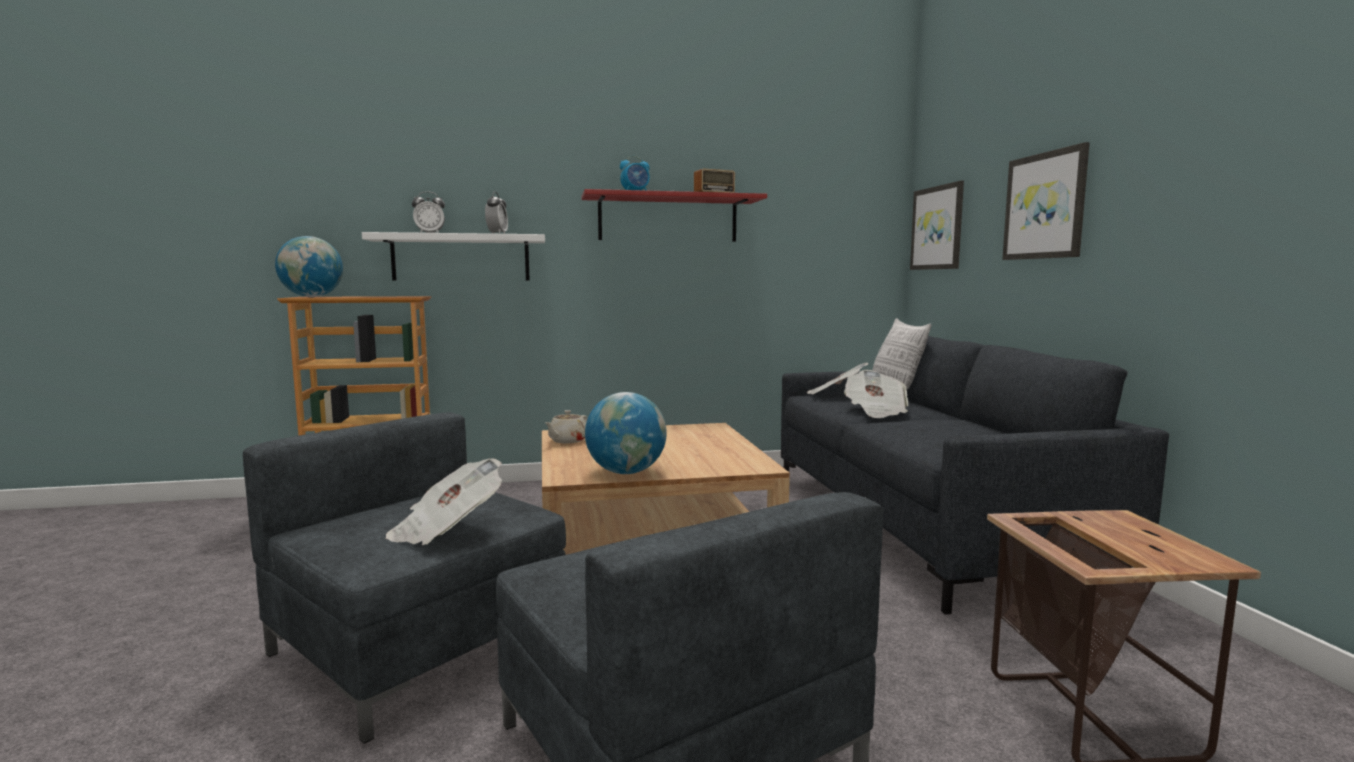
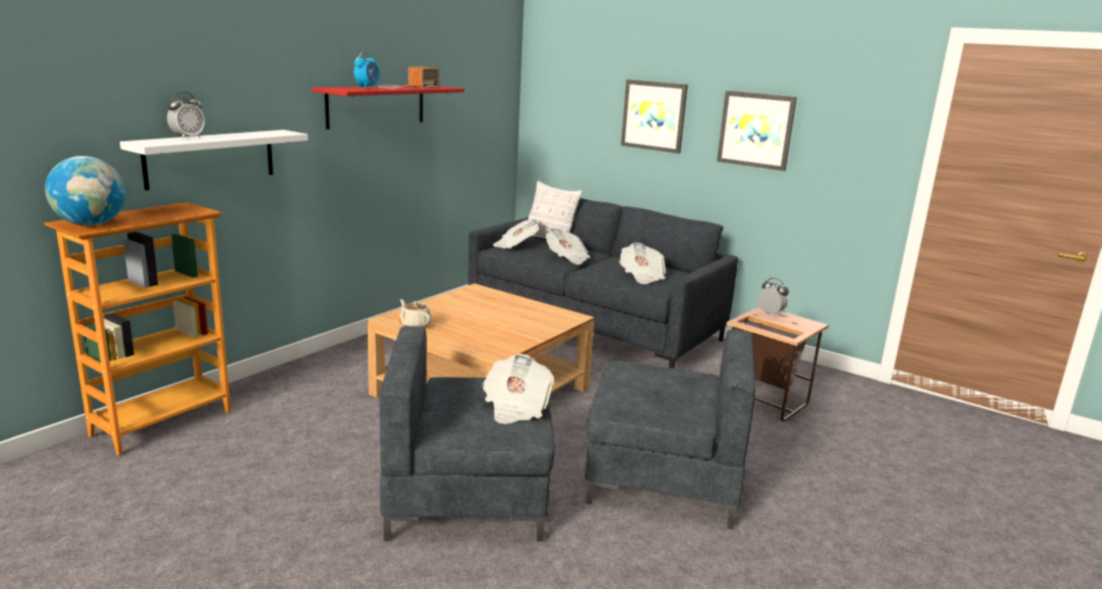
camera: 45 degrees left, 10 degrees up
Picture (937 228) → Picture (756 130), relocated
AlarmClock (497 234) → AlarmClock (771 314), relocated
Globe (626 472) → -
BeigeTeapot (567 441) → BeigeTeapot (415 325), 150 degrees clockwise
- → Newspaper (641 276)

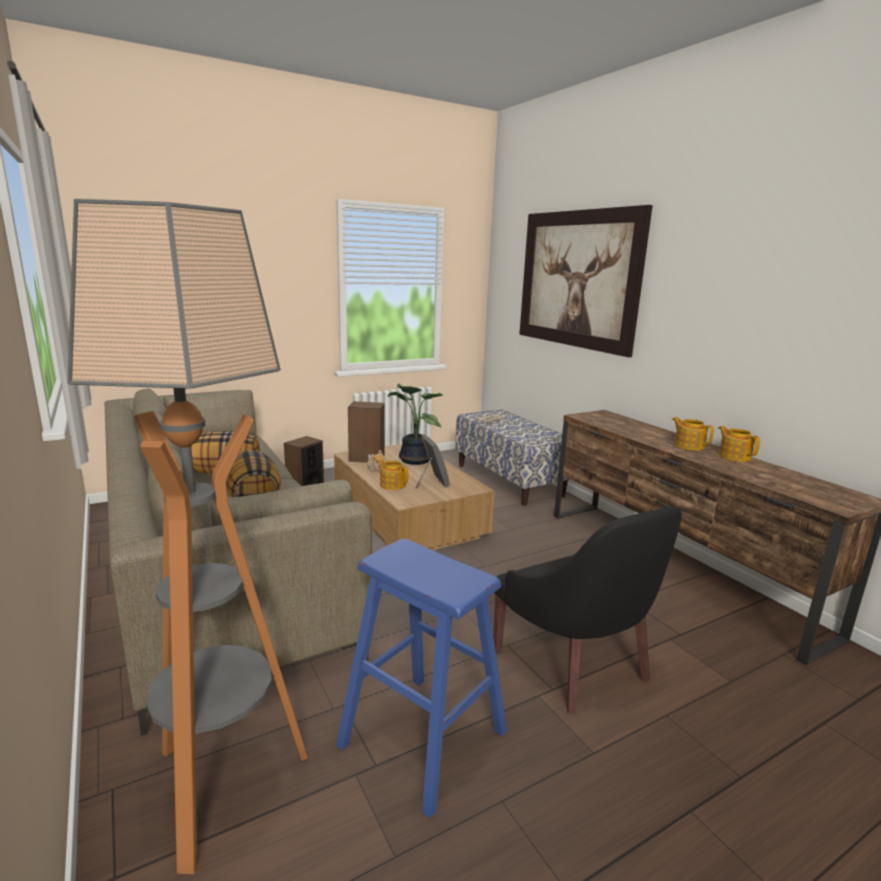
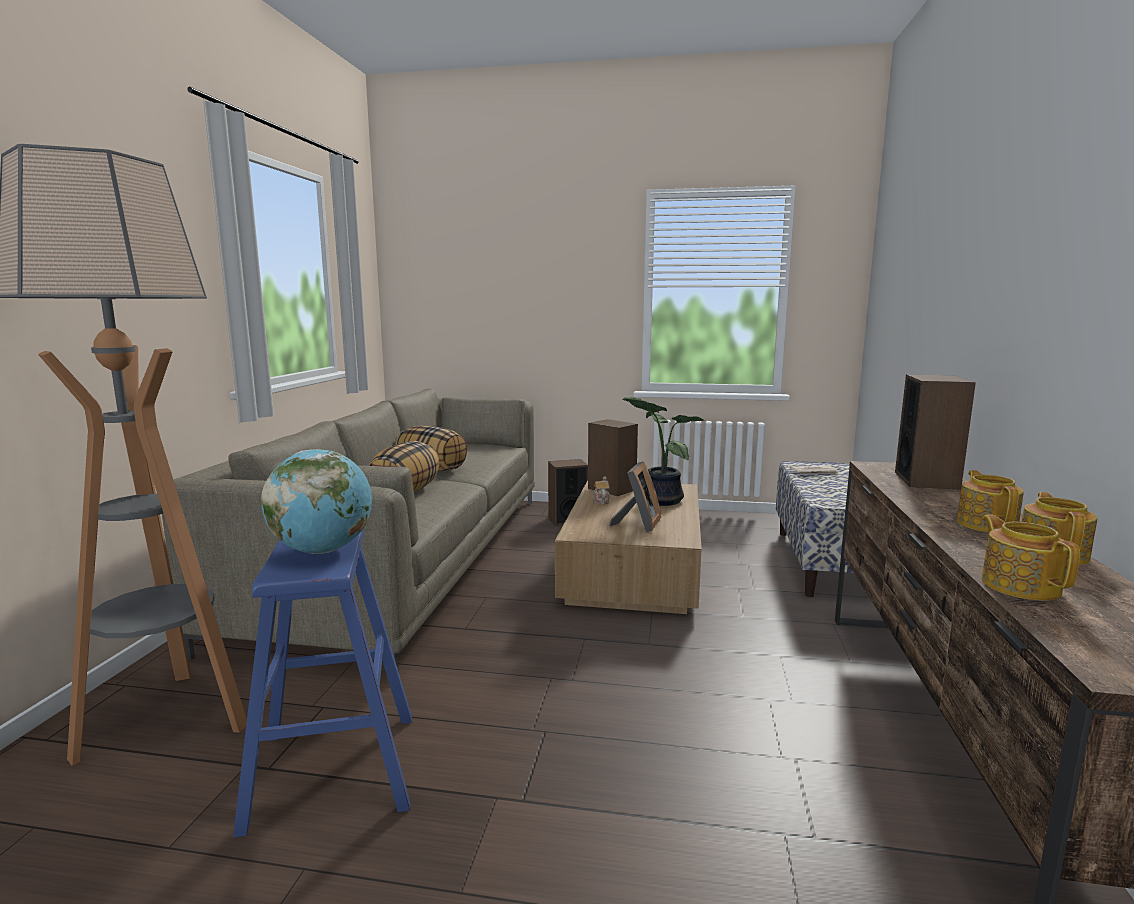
camera: 40 degrees right, 5 degrees down
Picture (577 279) → -
Teapot (392 485) → Teapot (1019 585), relocated
BlackArmchair (577 664) → -
- → Speaker (926 480)
- → Globe (322 550)

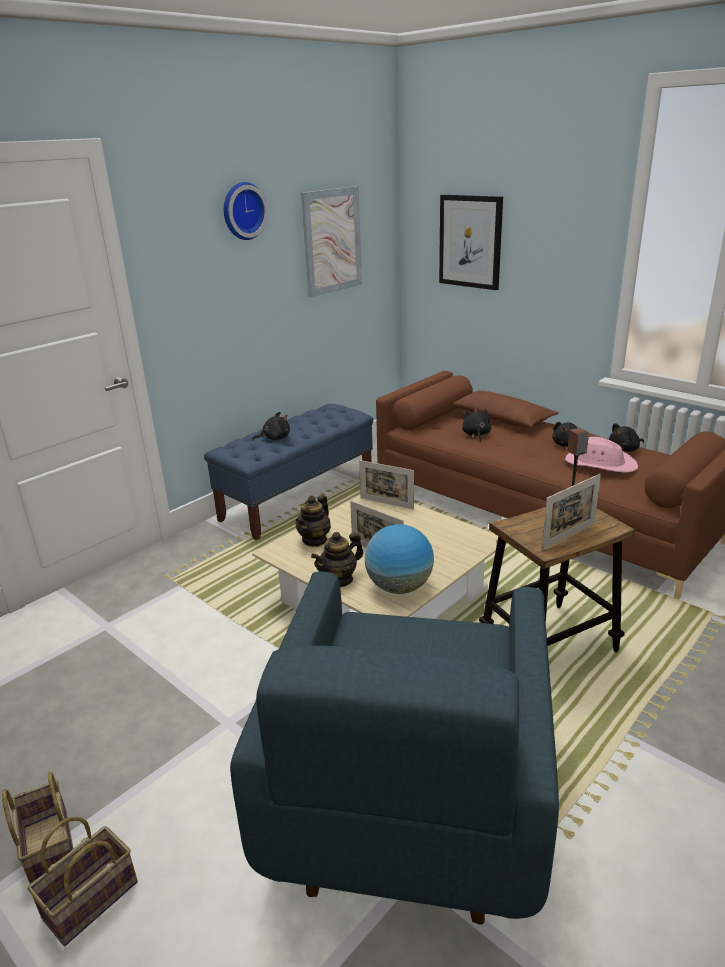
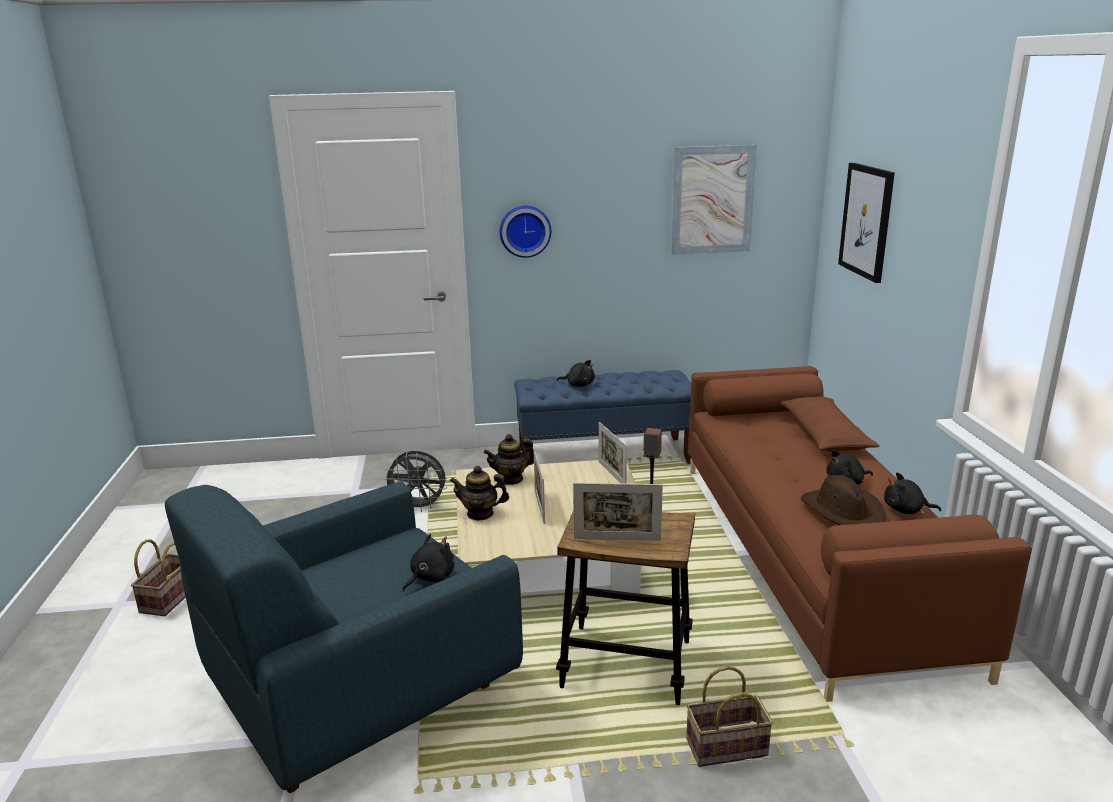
camera: 40 degrees right, 5 degrees down
WallClock (242 211) → WallClock (525 230), relocated
BlackPlushToy (476 434) → BlackPlushToy (430 578), relocated
PinkHat (600 463) → BrownHat (843 511)
Globe (399 587) → -
Basket (89 902) → Basket (725 749), relocated
- → GreyFan (419 507)

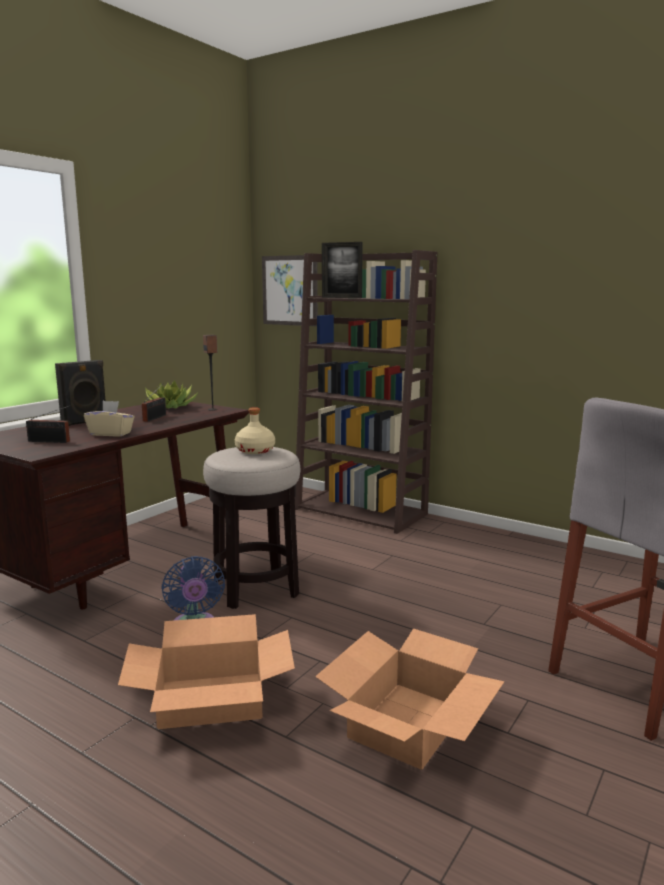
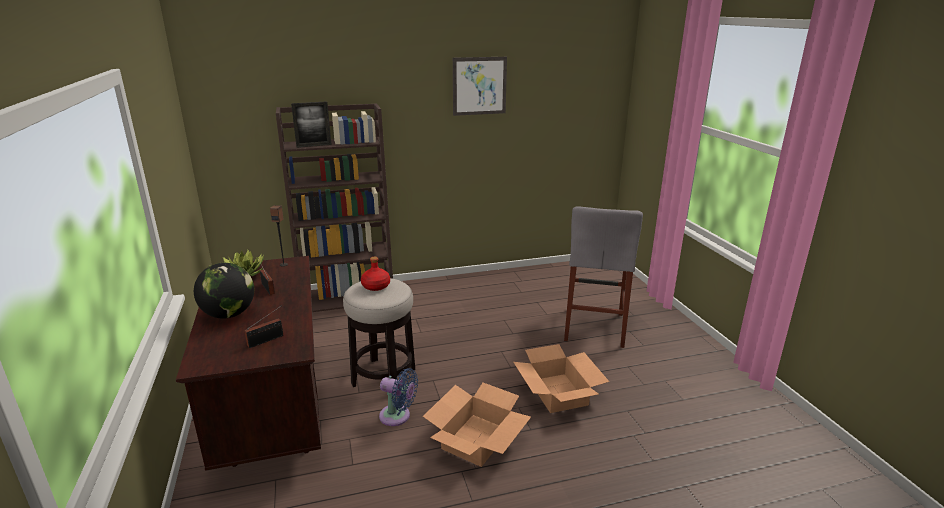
camera: 50 degrees left, 10 degrees up
Picture (289 290) → Picture (479 86), relocated
BlackSpeaker (85 422) → Globe (229 314)
BeigeTissueBox (111 434) → -
BeigeBottle (255 451) → RedBottle (376 286)

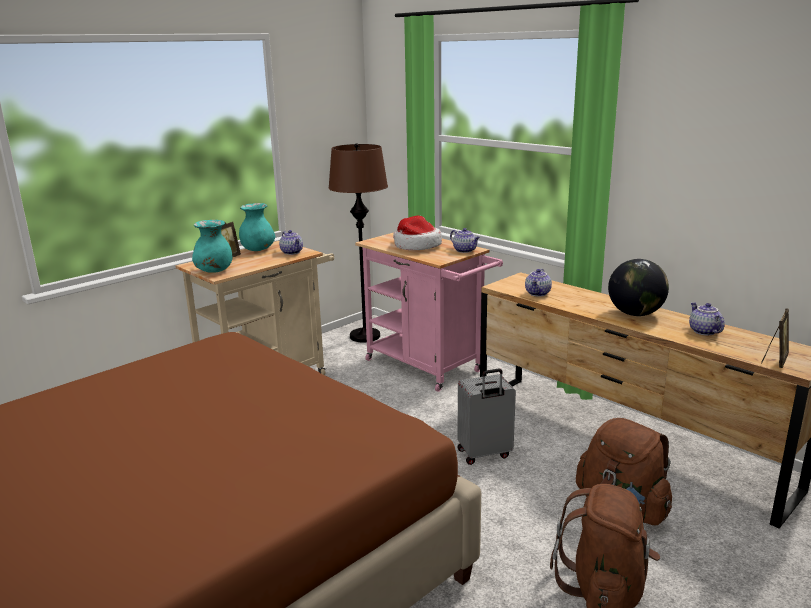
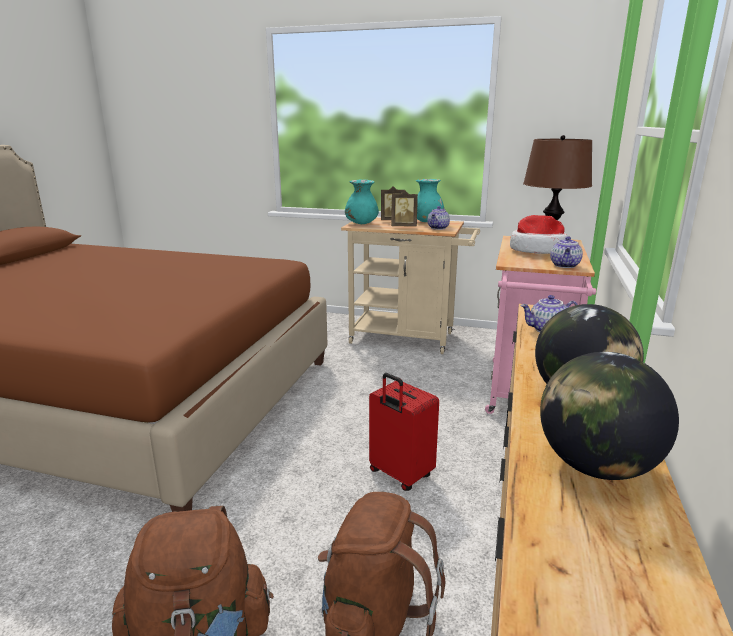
camera: 60 degrees right, 0 degrees up
Teapot (703 331) → Globe (596 466)
PictureFrame (774 361) → PictureFrame (404 226), relocated
GreySuitcase (484 454) → RedSuitcase (399 475)

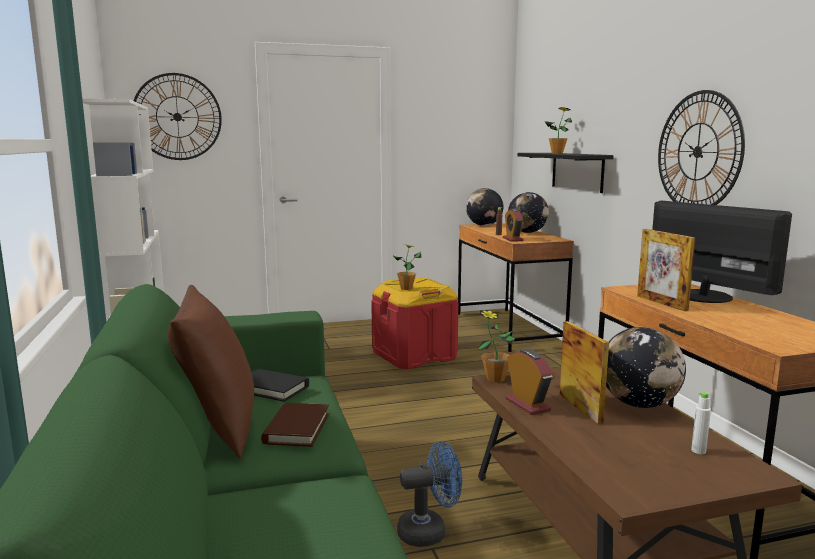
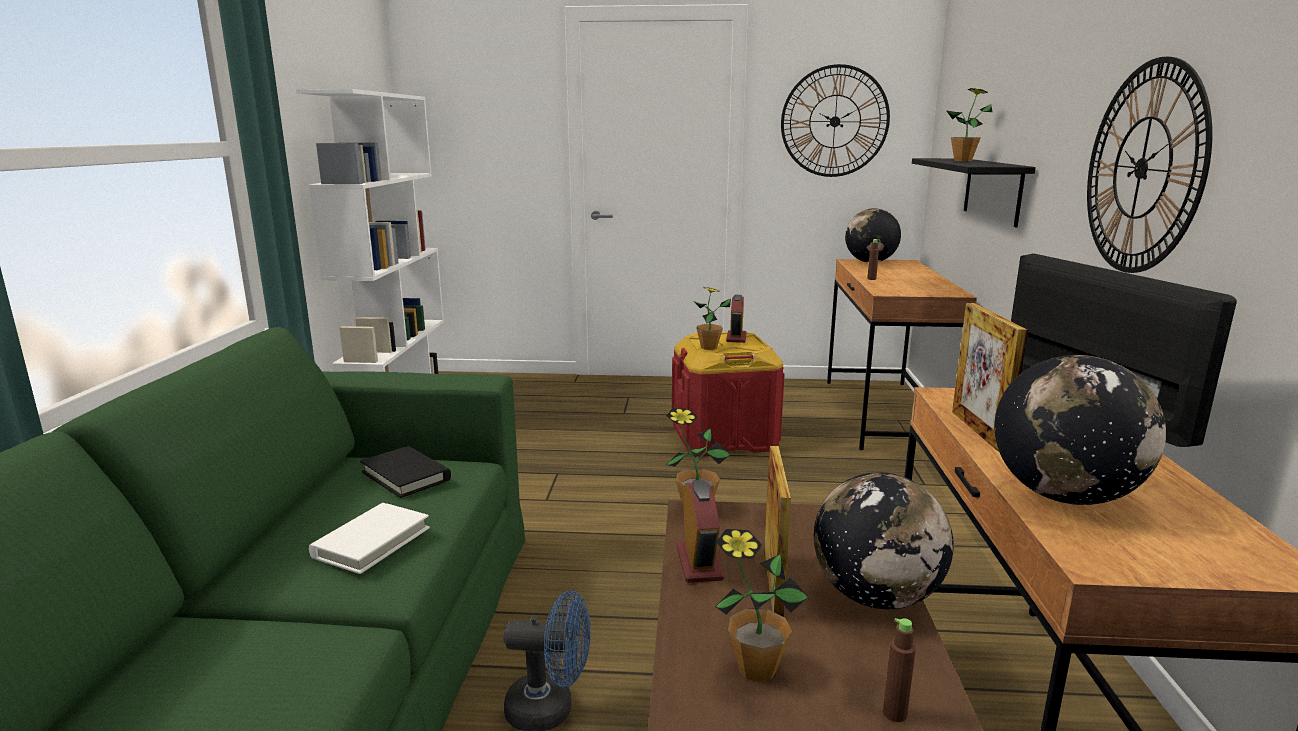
camera: 20 degrees right, 5 degrees up
WallClock (177 117) → WallClock (834 121), relocated
Globe (527 232) → Globe (1064 496), relocated
AlarmClock (512 239) → AlarmClock (736 338), relocated
BrownPillow (218 427) → -
WhiteBottle (698 451) → BrownBottle (894 713)
BrownBook (297 428) → WhiteBook (372 542)
- → PottedPlant (756 669)

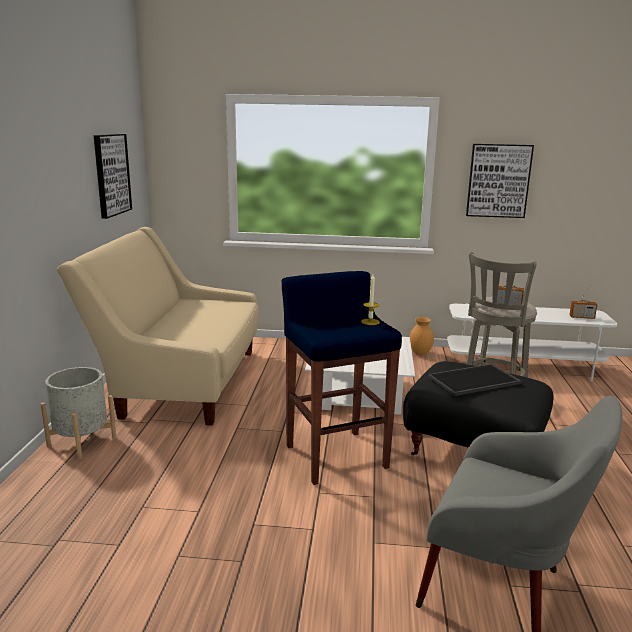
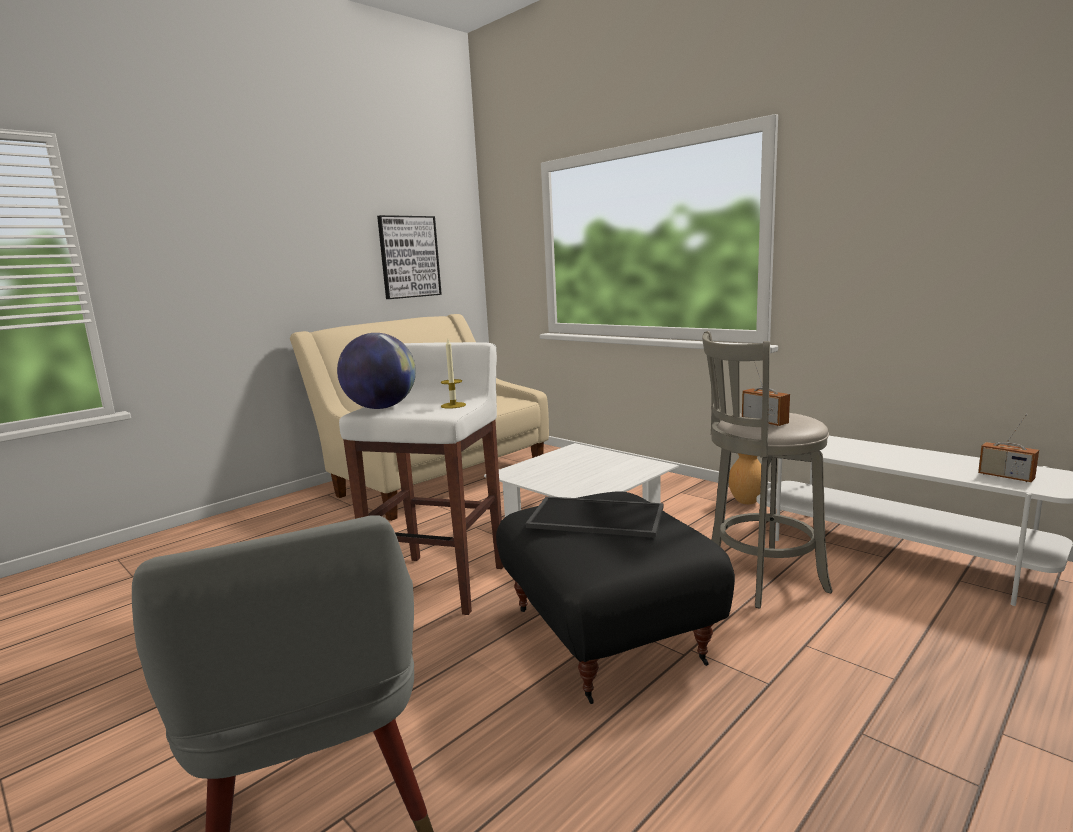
camera: 40 degrees right, 5 degrees down
Picture (498 181) → -
BlueStool (335 456) → WhiteStool (440 583)
GreyPlanter (82 442) → -
- → Globe (381 407)

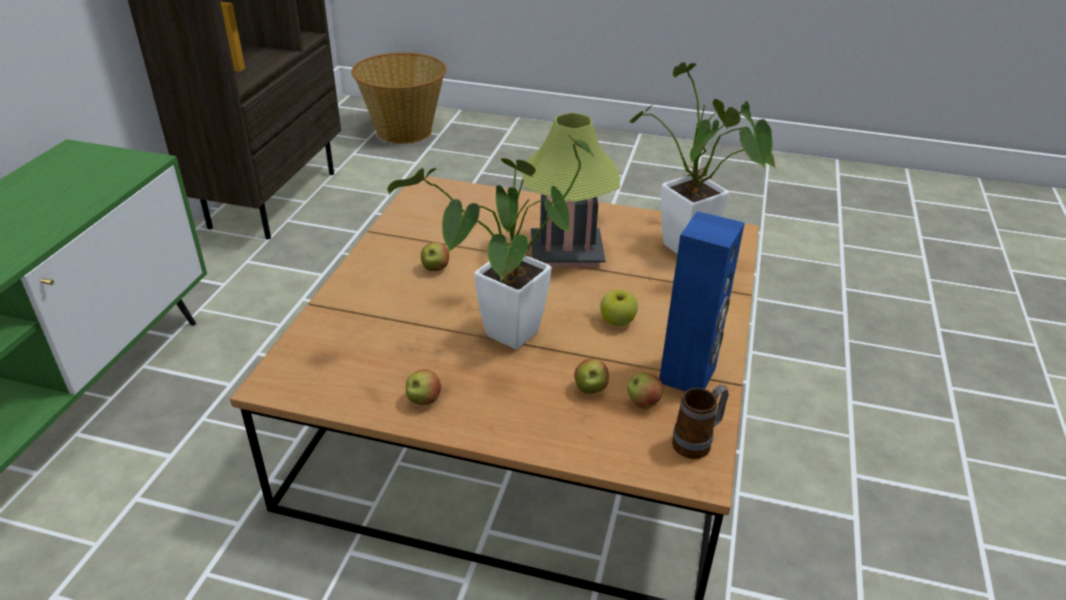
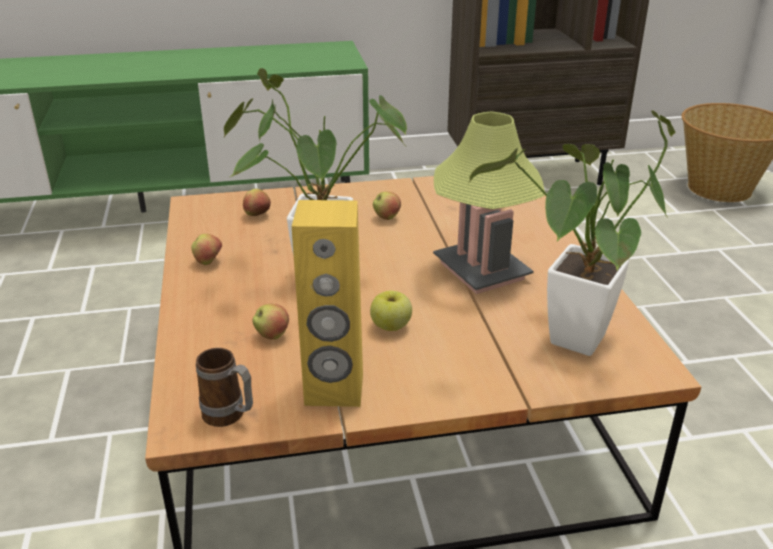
camera: 65 degrees right, 5 degrees down
BlueSpeaker (688 375) → YellowSpeaker (334 390)
Apple (643 403) → Apple (257 215), relocated

